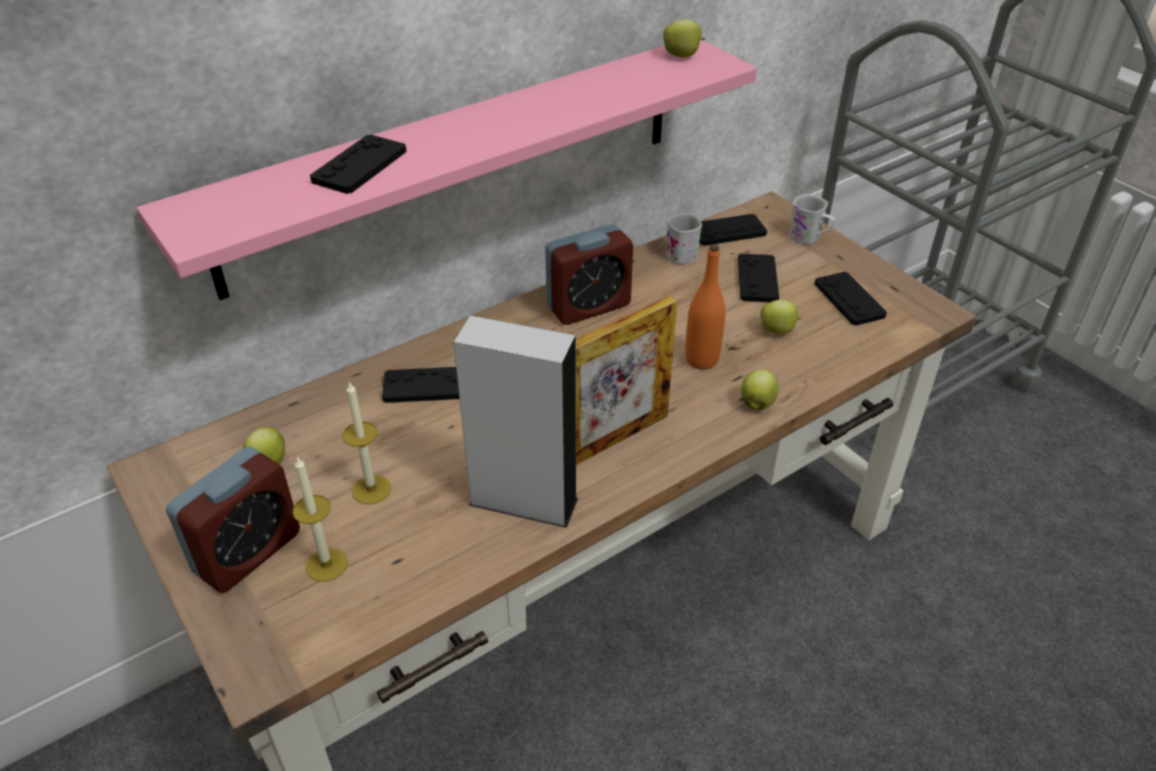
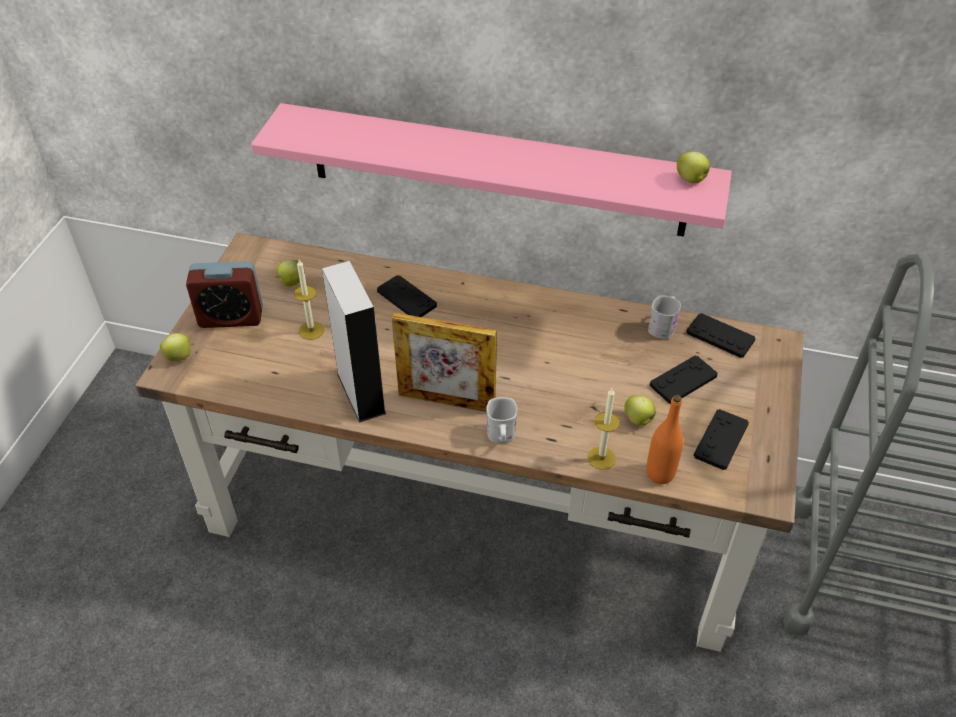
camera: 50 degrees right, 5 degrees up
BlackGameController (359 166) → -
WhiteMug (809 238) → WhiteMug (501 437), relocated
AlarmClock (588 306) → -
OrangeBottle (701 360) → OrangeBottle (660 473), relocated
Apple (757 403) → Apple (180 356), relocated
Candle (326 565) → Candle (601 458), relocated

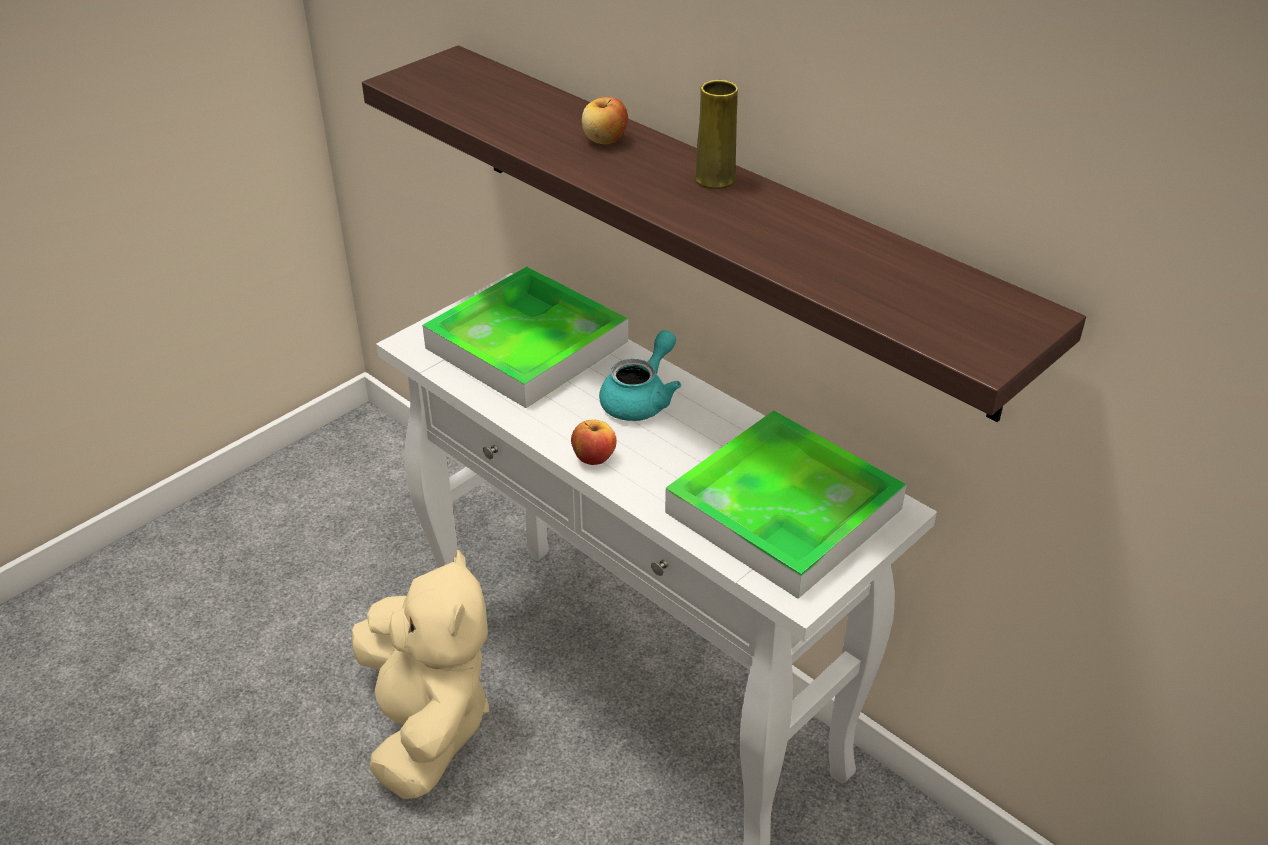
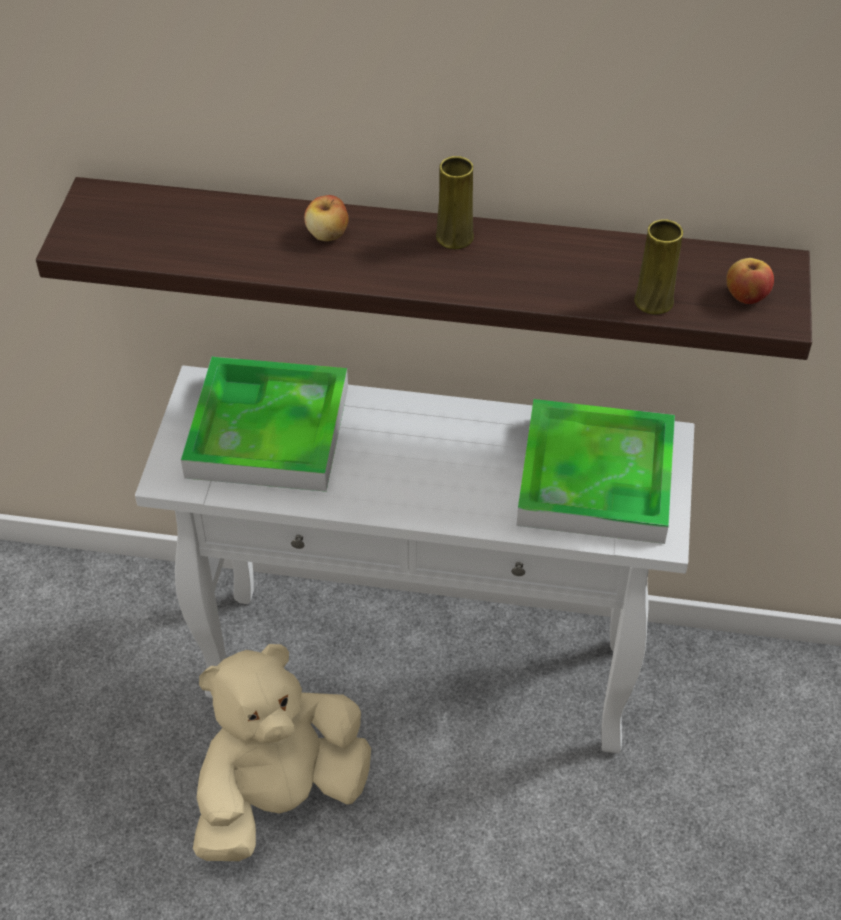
camera: 35 degrees left, 10 degrees up
TurquoiseTeapot (641 399) → -
Apple (593 457) → Apple (746 296), relocated
BeigePlushToy (426 725) → BeigePlushToy (280 796), 75 degrees counterclockwise
- → YellowVase (653 301)

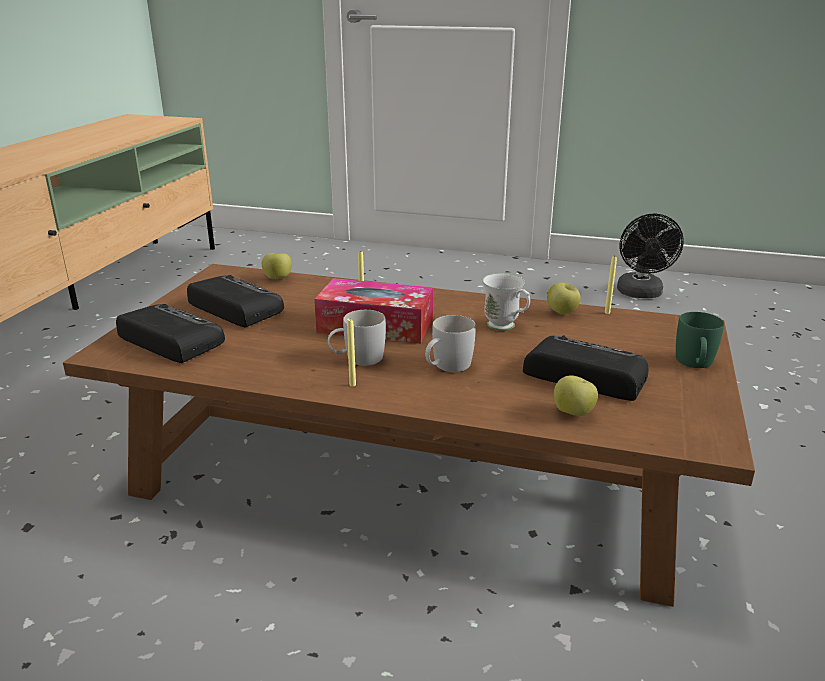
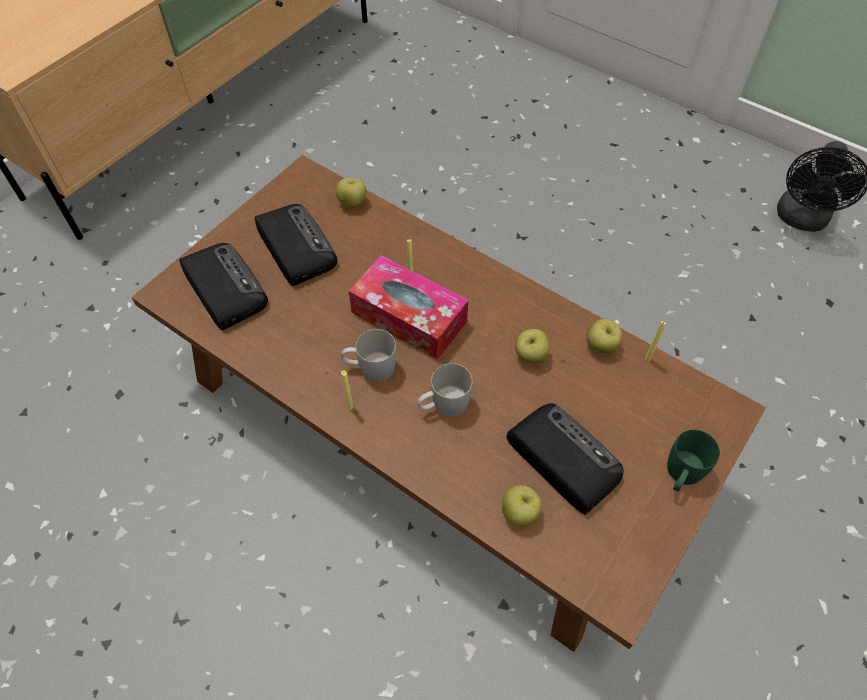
camera: 20 degrees right, 30 degrees up
WhiteMug (506 327) → Apple (531 356)

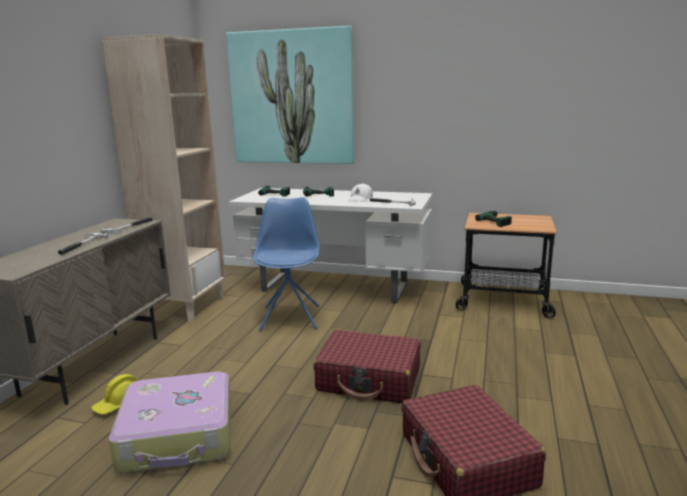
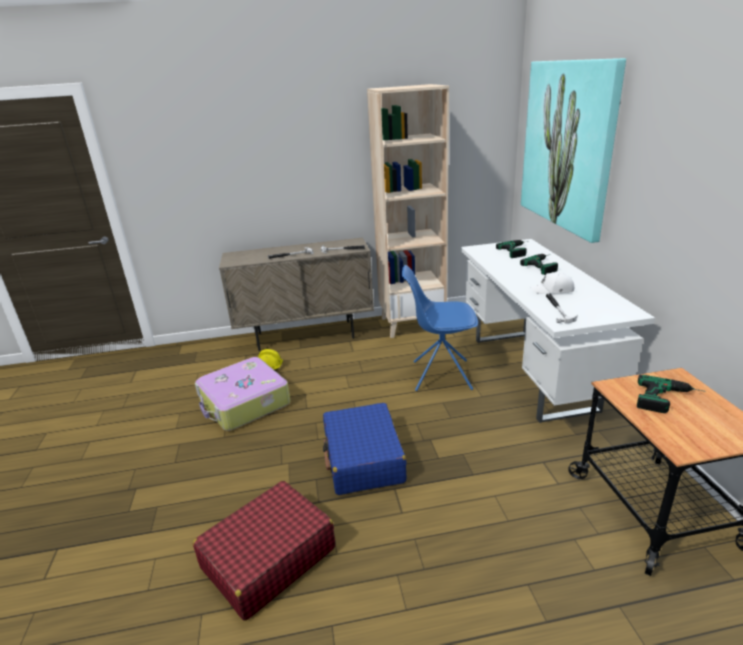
camera: 65 degrees right, 10 degrees up
BlueChair (290 317) → BlueChair (440 375), 150 degrees counterclockwise
RedSuitcase (369 379) → BlueSuitcase (363 459)

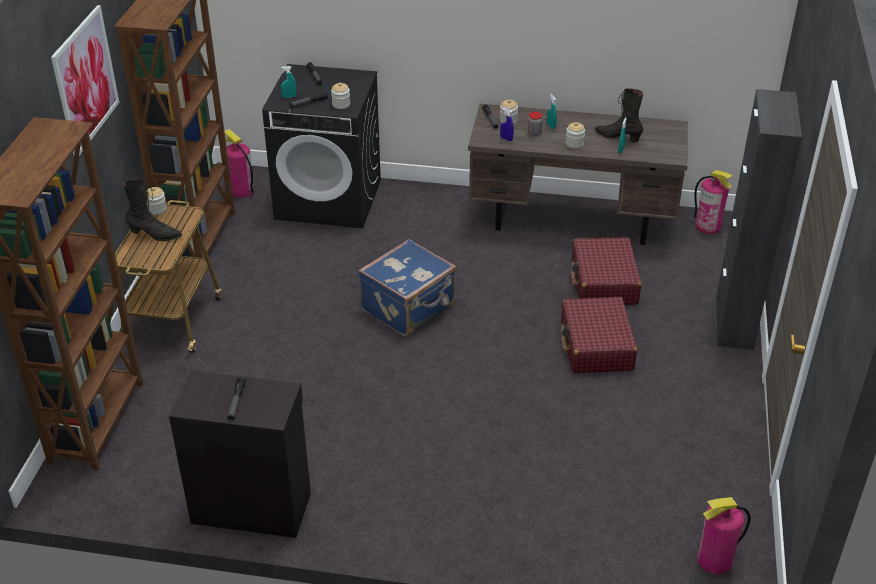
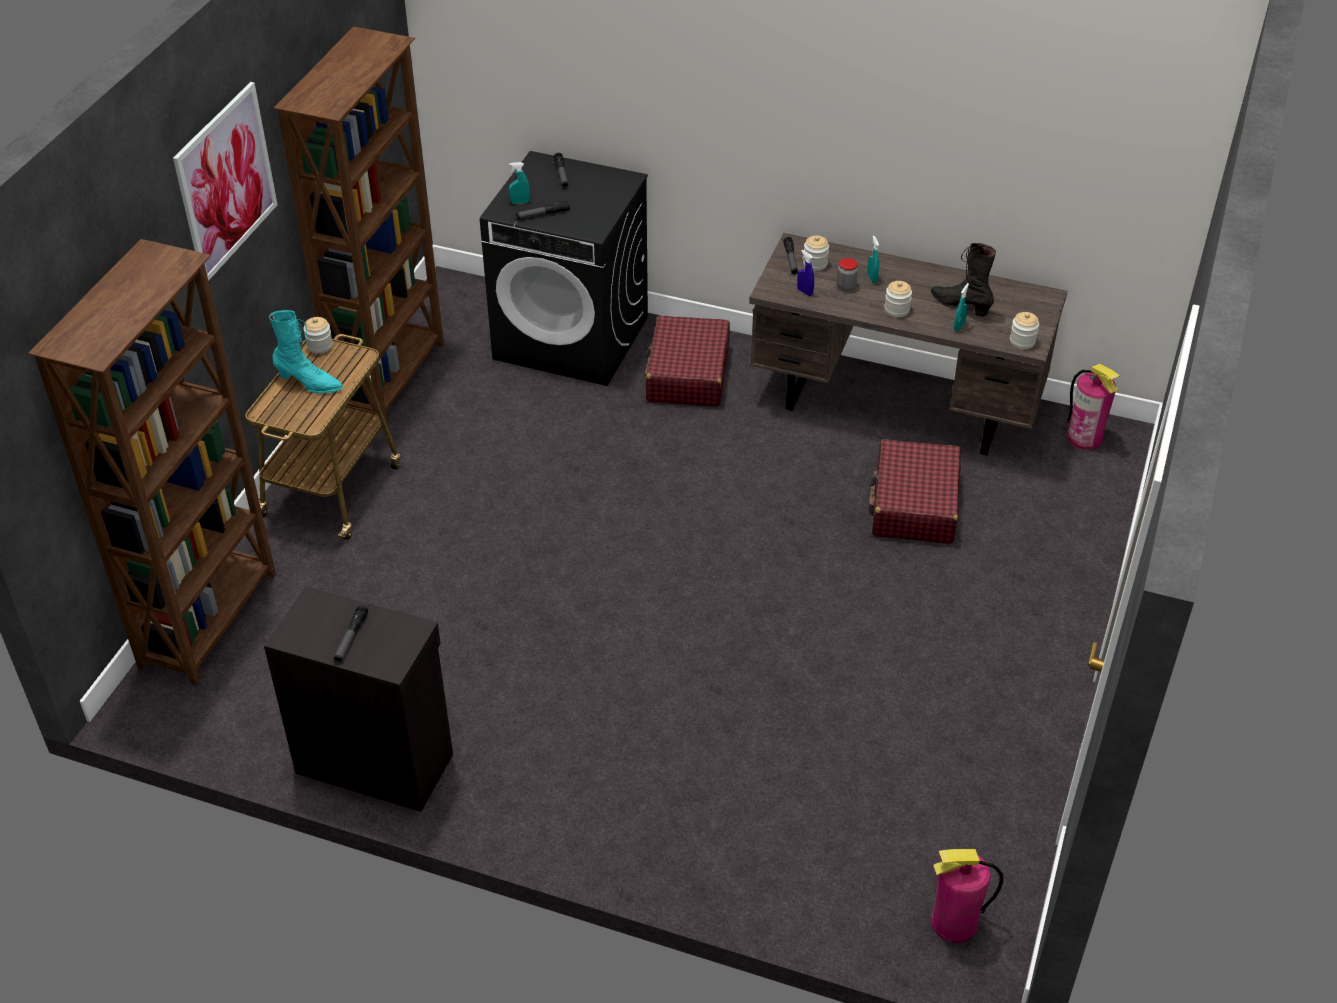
camera: 10 degrees right, 5 degrees up
Jar (341 105) → Jar (1022 341), relocated
BlackCabinet (734 322) → -
FireExtinguisher (241 190) → -
BlackBoot (155 235) → TurquoiseBoot (309 383)
BlueSuitcase (409 308) → -
RedSuitcase (596 346) → RedSuitcase (687 374), relocated

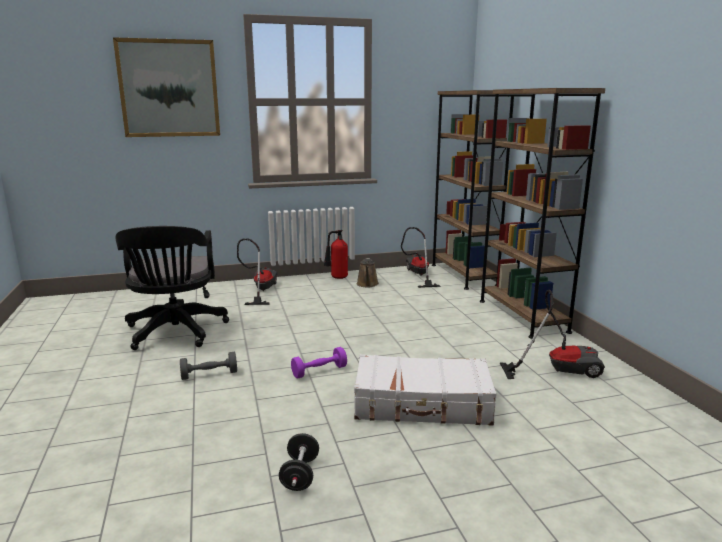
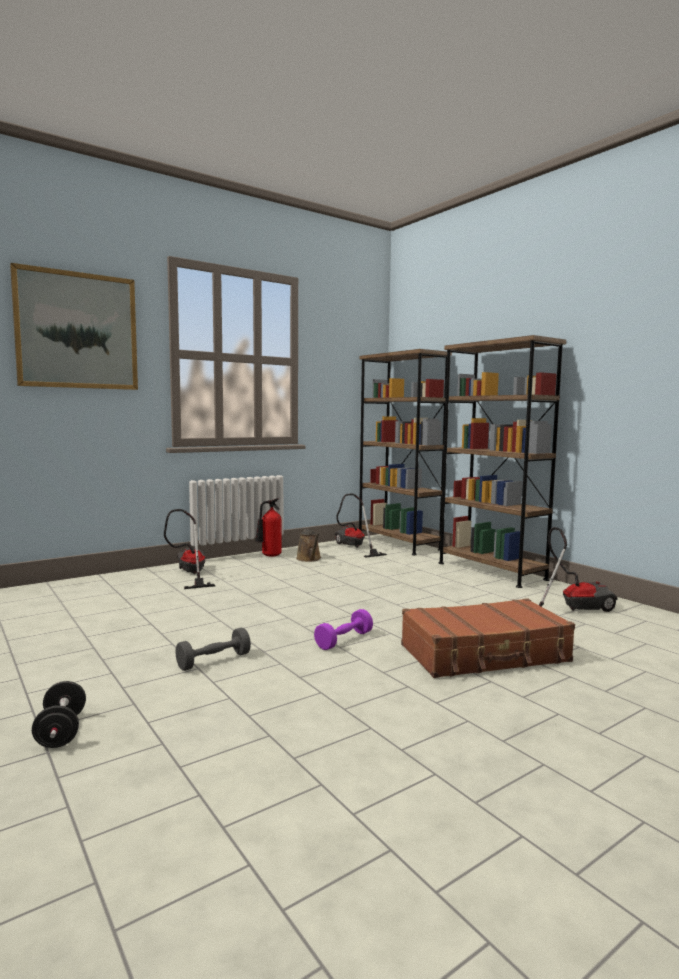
camera: 20 degrees left, 10 degrees down
BlackOfficeChair (175 333) → -
WhiteSuitcase (422 404) → BrownSuitcase (485 654)
BlackDumbbell (300 475) → BlackDumbbell (61 732), relocated

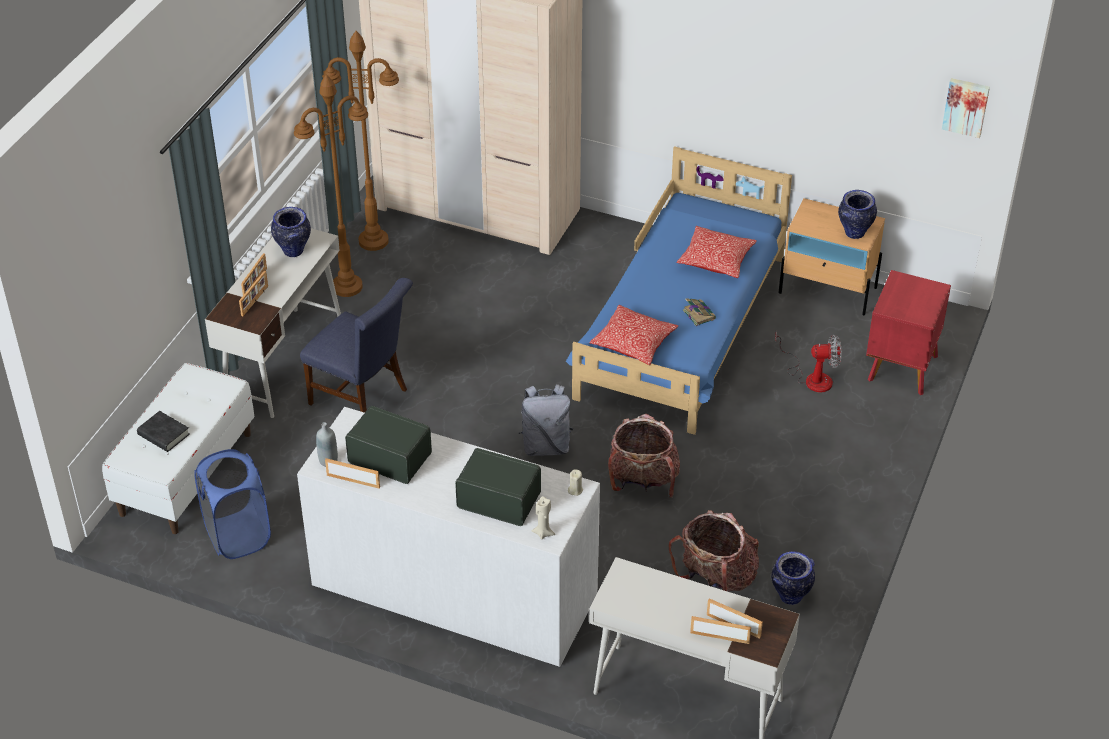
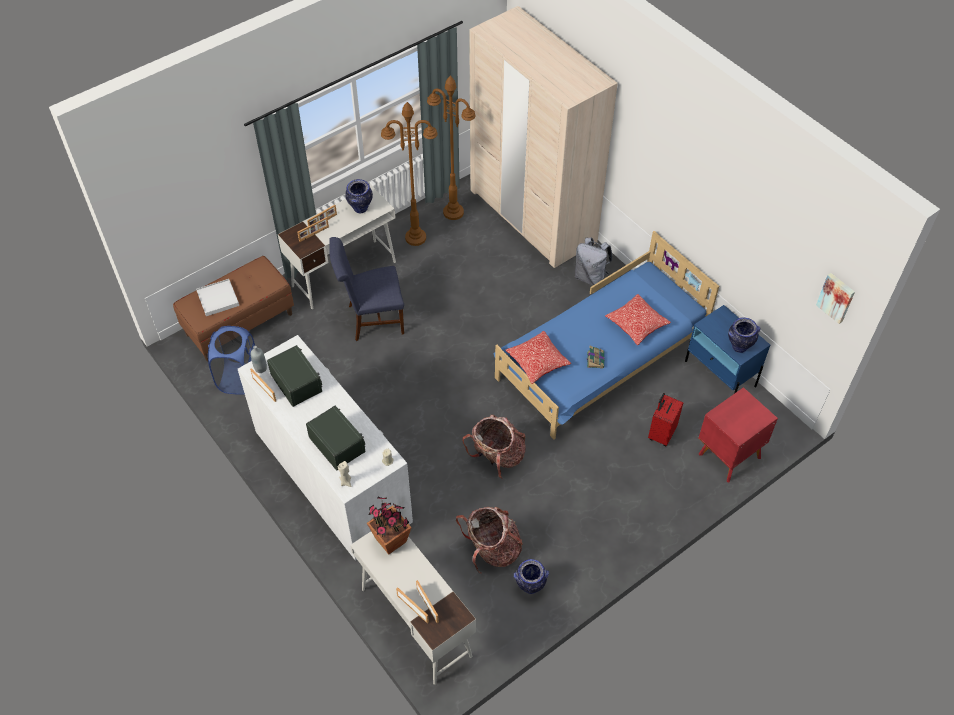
camera: 30 degrees right, 10 degrees up
BeigeNightstand (828 290) → BlueNightstand (720 374)
BlueChair (363 398) → BlueChair (371 319), 105 degrees clockwise
Fan (811 377) → RedSuitcase (661 434)
WhiteBench (186 473) → BrownBench (239 324)
GreyBackpack (546 446) → GreyBackpack (590 277), relocated
BlackBook (163 435) → WhiteTray (218 299)
- → PottedPlant (391 541)

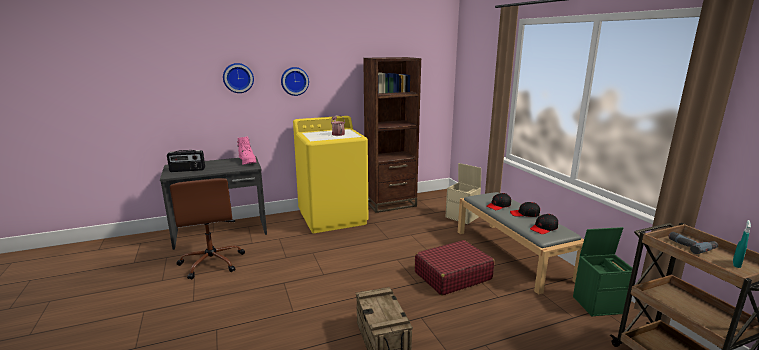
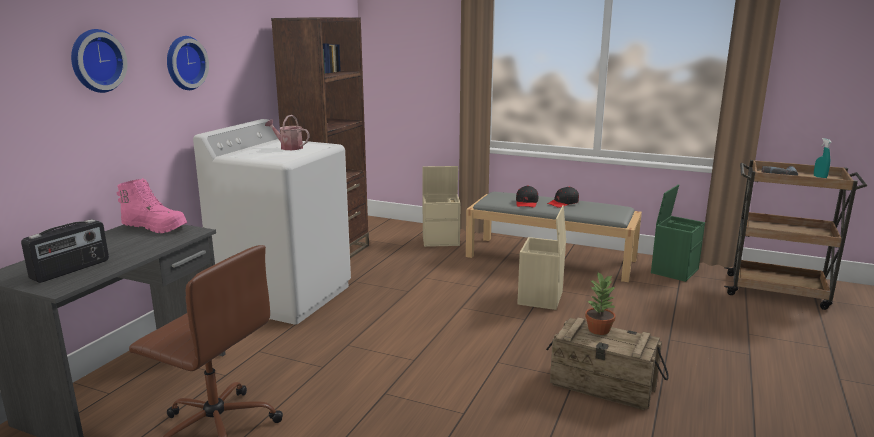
camera: 45 degrees left, 0 degrees up
YellowWashingMachine (333 217) → WhiteWashingMachine (284 295)
BlackCap (544 228) → -
RedSuitcase (452 276) → BeigeStorageBox (541 298)
- → PottedPlant (599 329)

